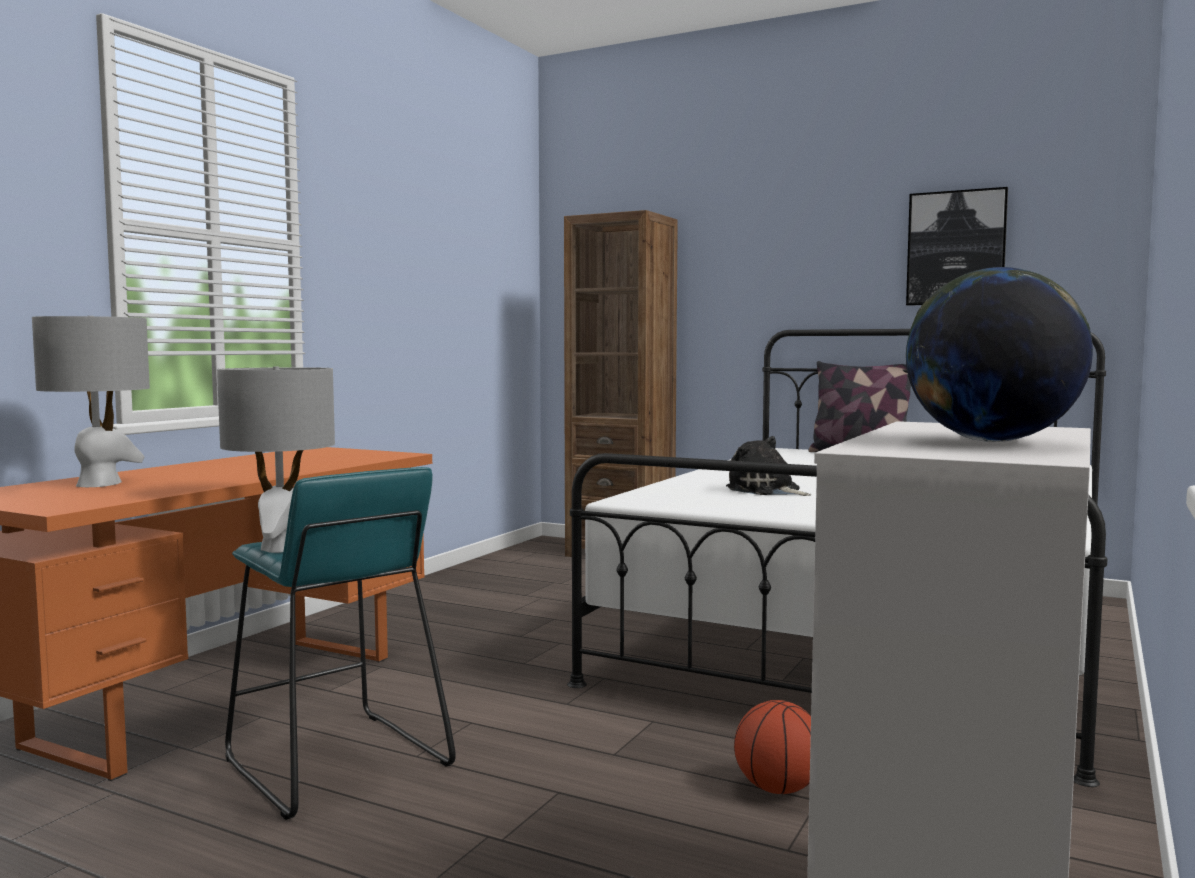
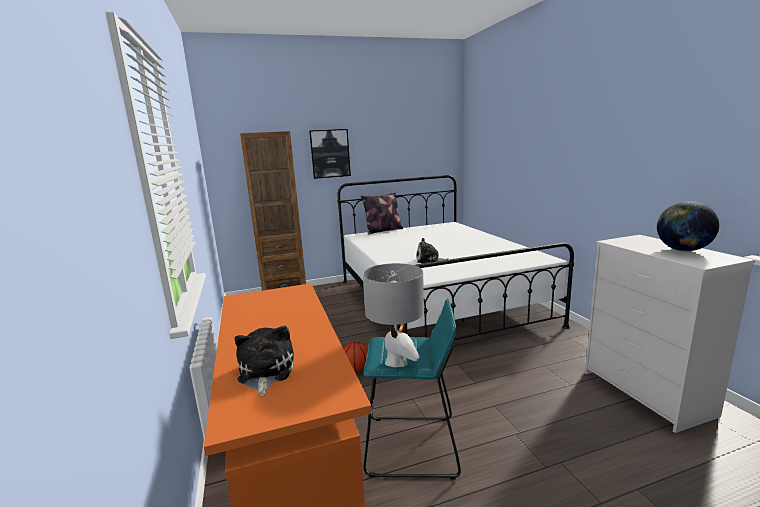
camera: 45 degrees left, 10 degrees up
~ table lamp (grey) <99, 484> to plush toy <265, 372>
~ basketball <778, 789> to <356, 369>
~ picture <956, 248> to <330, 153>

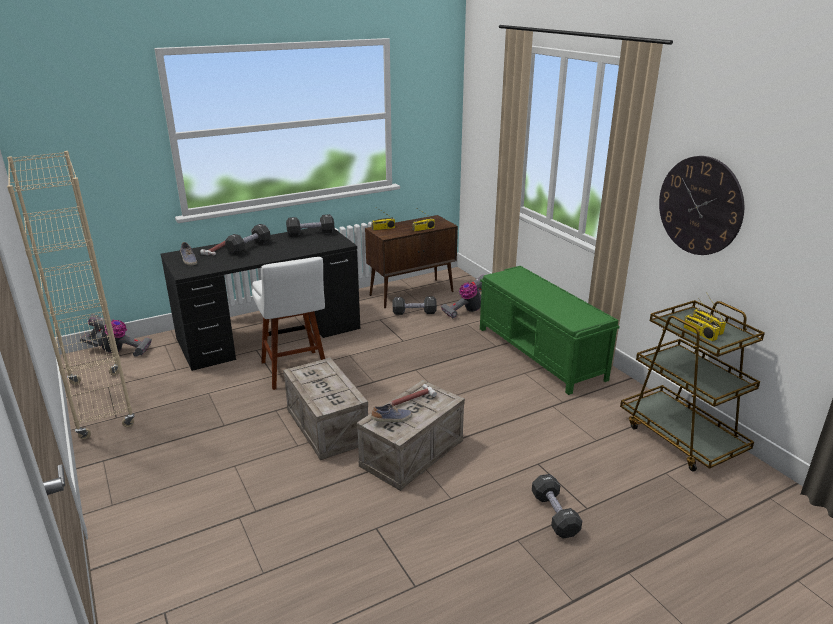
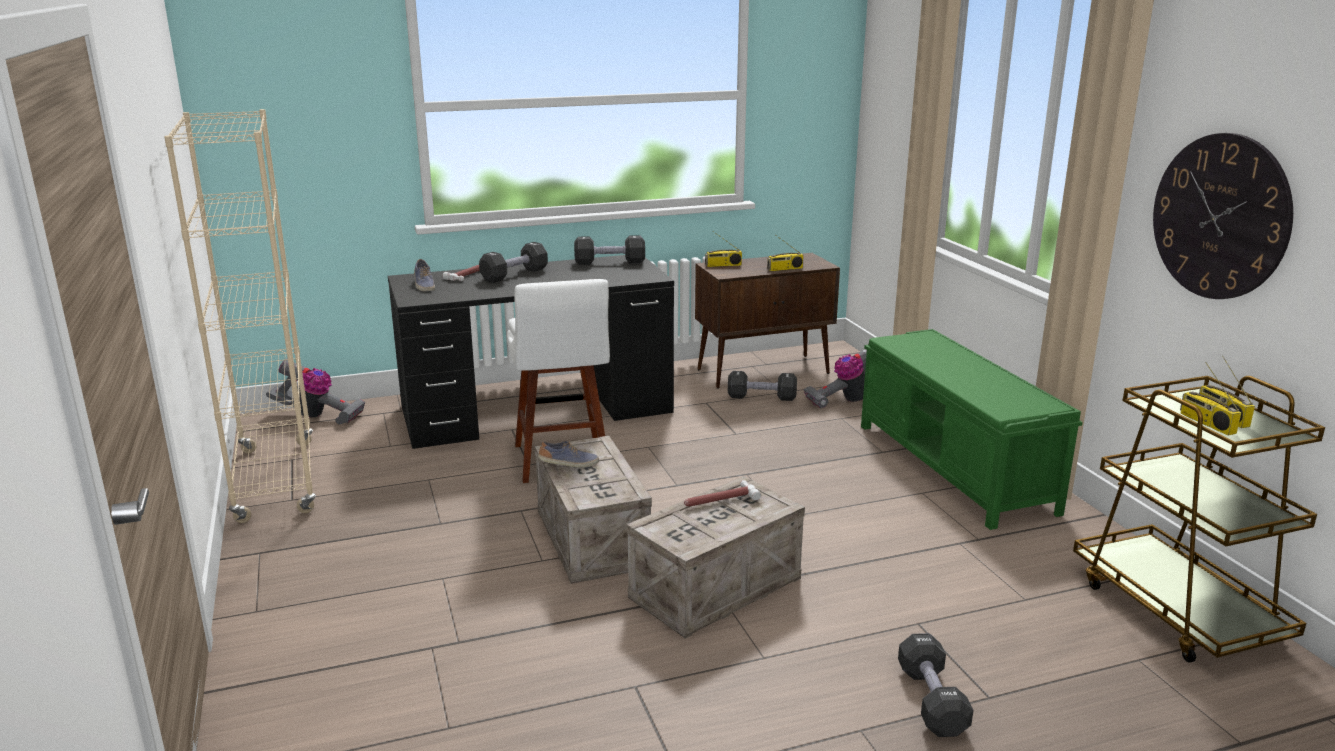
camera: 10 degrees right, 5 degrees down
~ shoe <392, 420> to <569, 465>

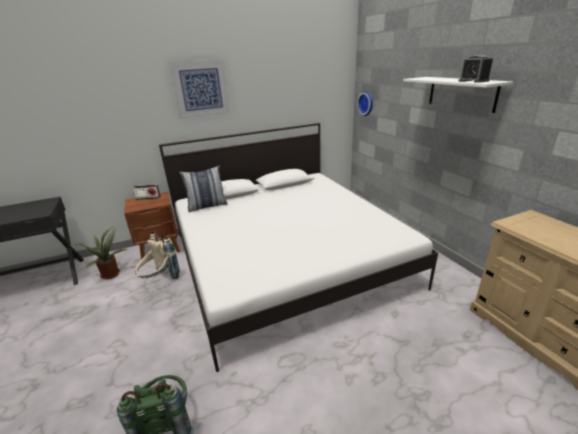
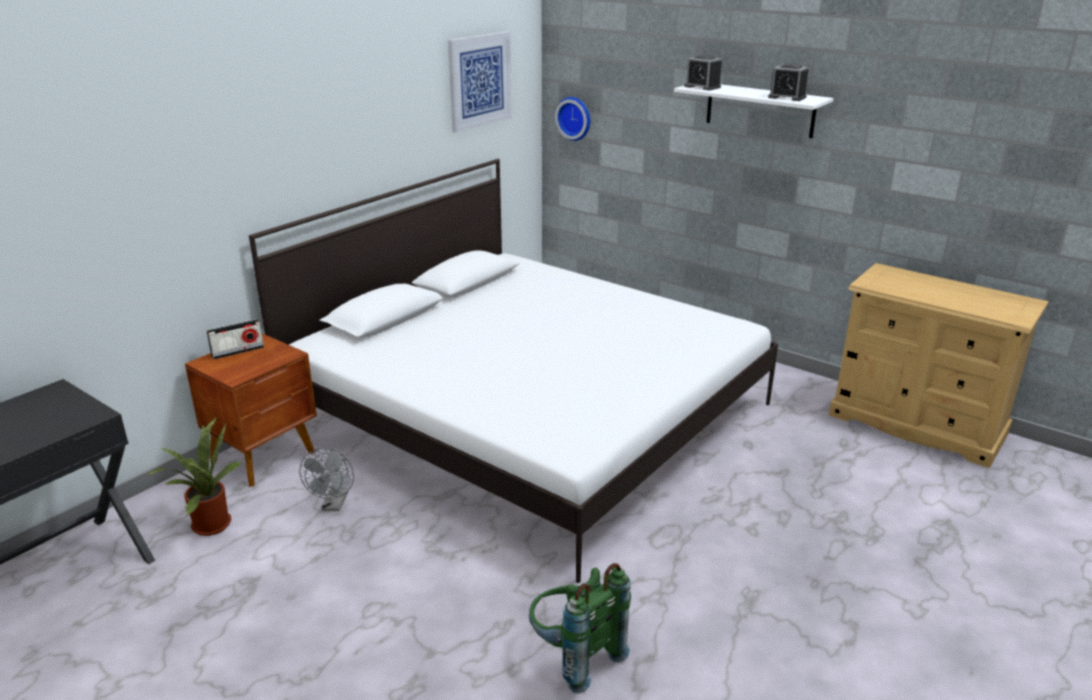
camera: 30 degrees left, 0 degrees up
~ backpack (beige) <160, 280> to fan (grey) <334, 505>
~ picture <201, 89> to <480, 81>
- pillow <207, 206>
+ alarm clock <702, 87>

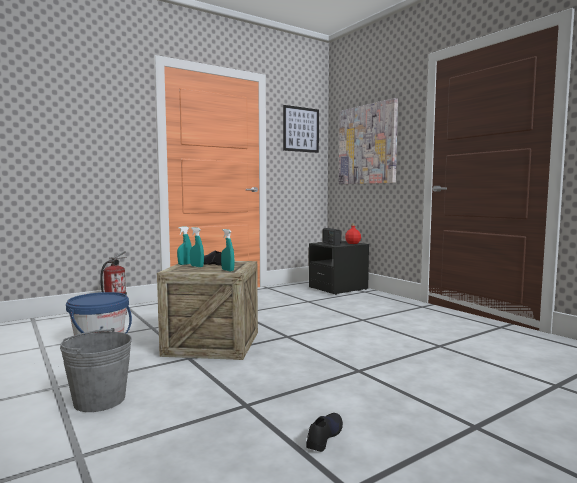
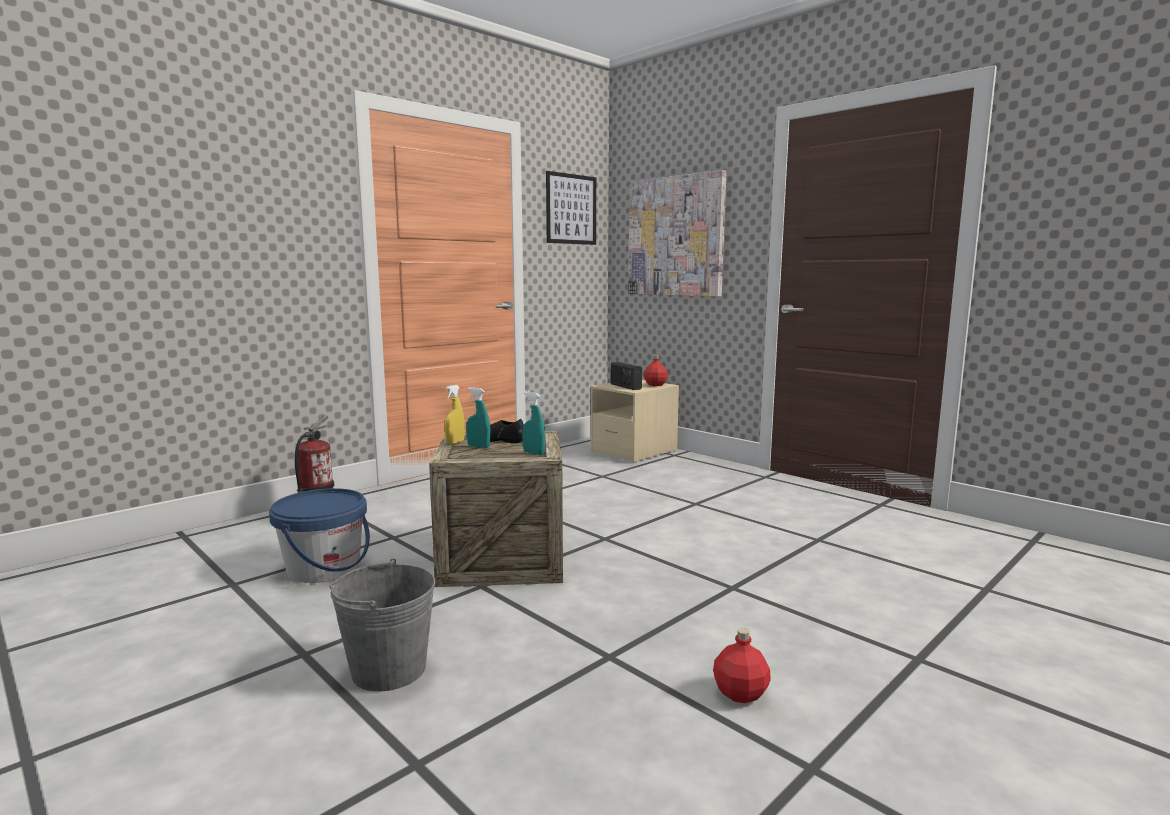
camera: 10 degrees left, 5 degrees up
~ spray bottle (turquoise) <185, 264> to spray bottle (yellow) <455, 442>
~ shoe (black) <324, 436> to bottle (red) <739, 693>
~ nightstand (black) <338, 288> to nightstand (beige) <634, 451>

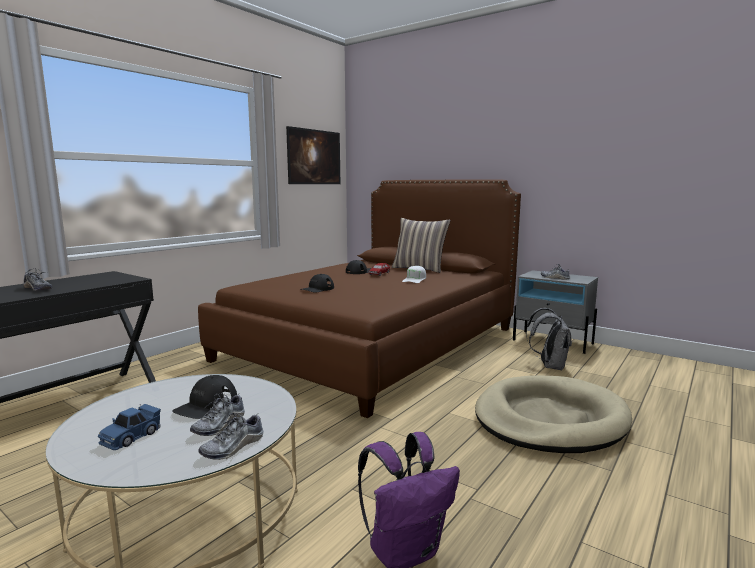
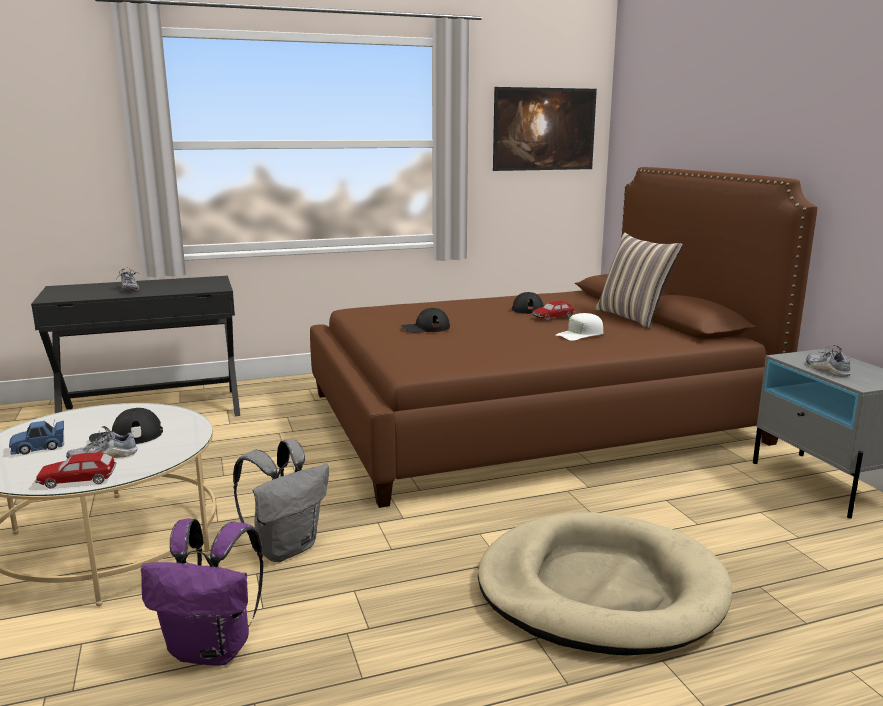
camera: 35 degrees right, 5 degrees up
~ shoe <233, 447> to toy car <77, 480>
~ backpack (grey) <549, 366> to <285, 548>

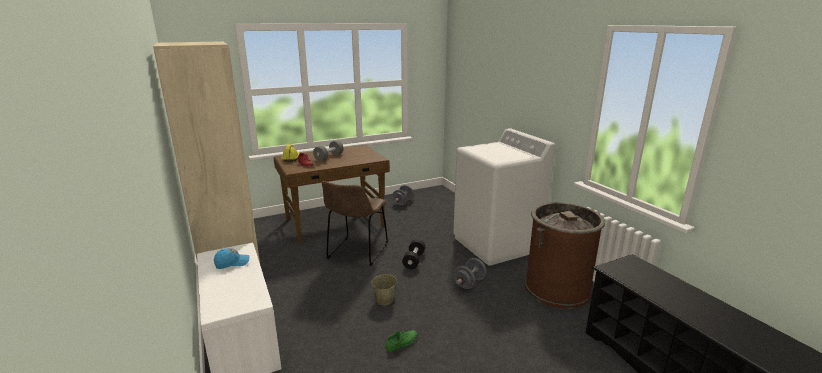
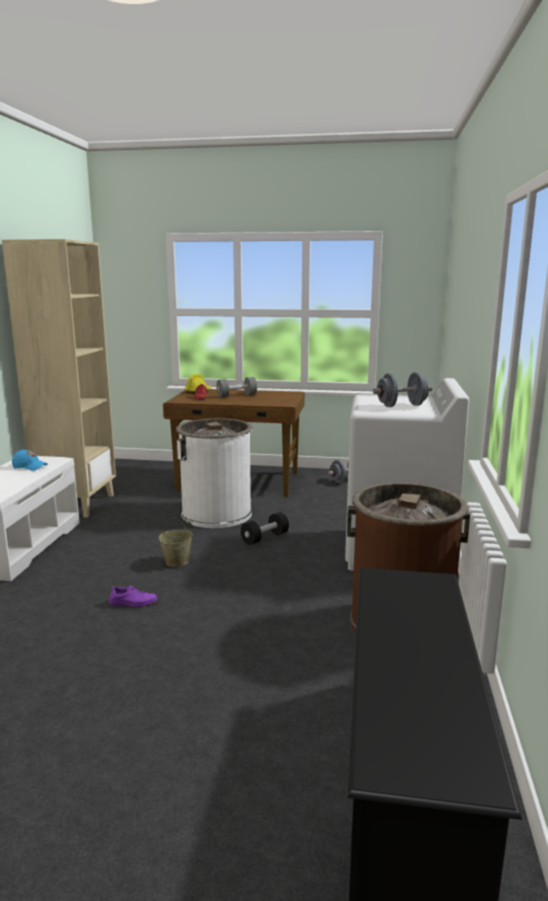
camera: 35 degrees right, 5 degrees down
~ chair (brown) <356, 253> to trash can (white) <216, 514>
~ shoe (green) <401, 343> to shoe (purple) <133, 602>
~ dumbbell (grey) <469, 283> to <401, 406>

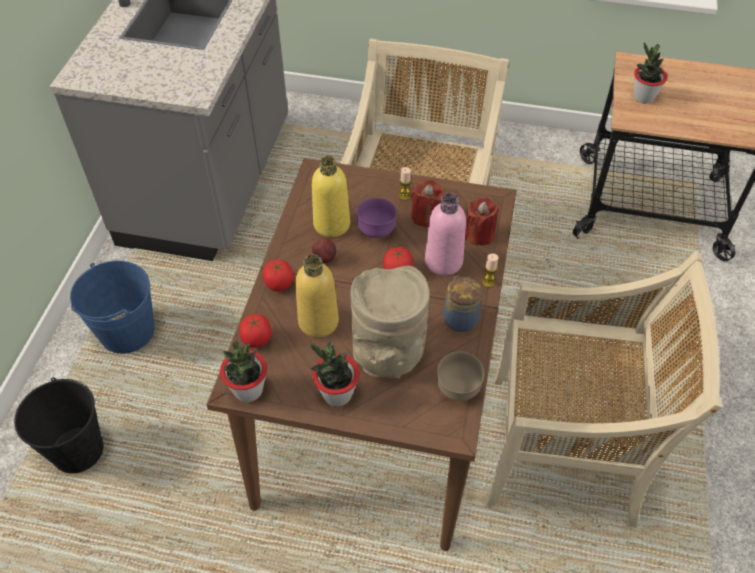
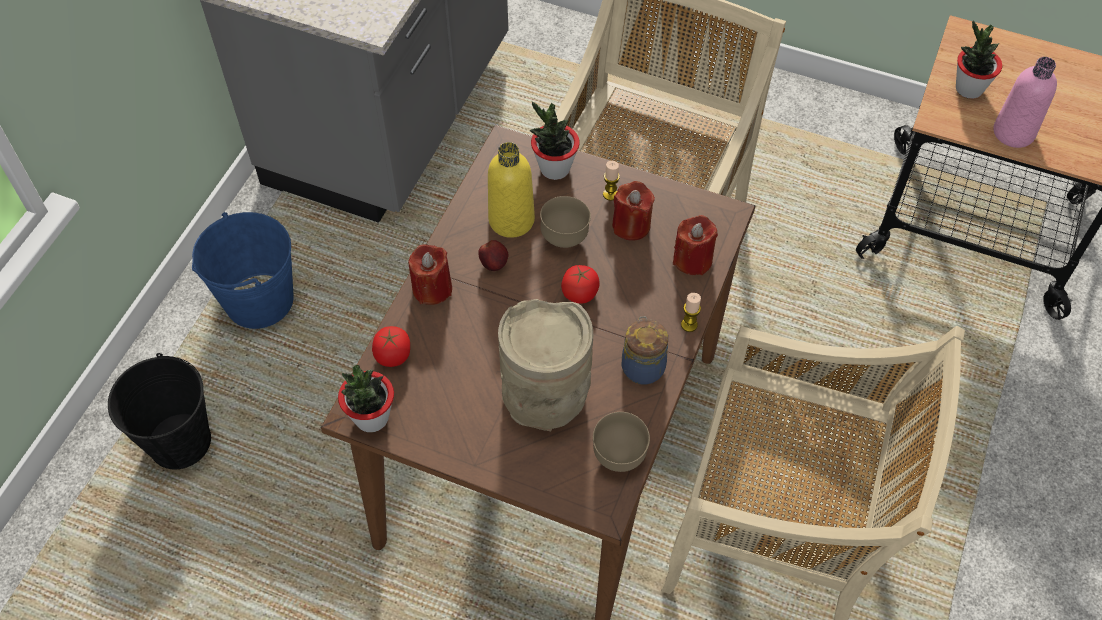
camera: 10 degrees right, 5 degrees up
~ tomato <279, 283> to candle (red) <432, 288>
- bottle (yellow) <318, 321>
~ potted plant <337, 394> to <554, 168>
~ bowl (purple) <376, 231> to bowl (brown) <565, 237>
~ bottle (pink) <443, 261> to <1013, 132>

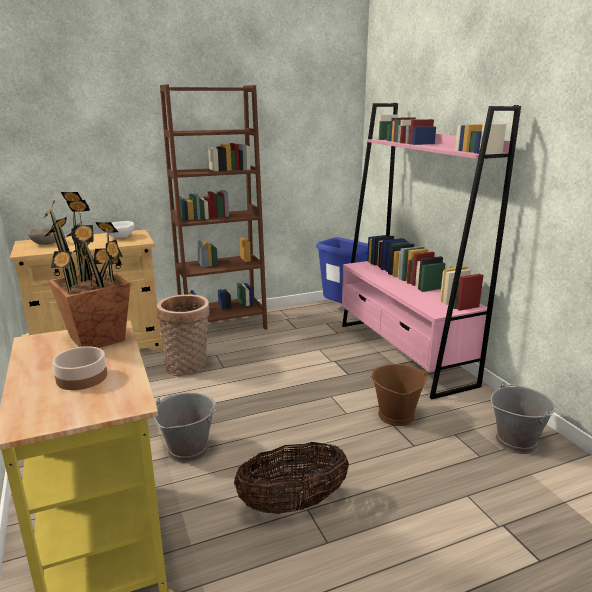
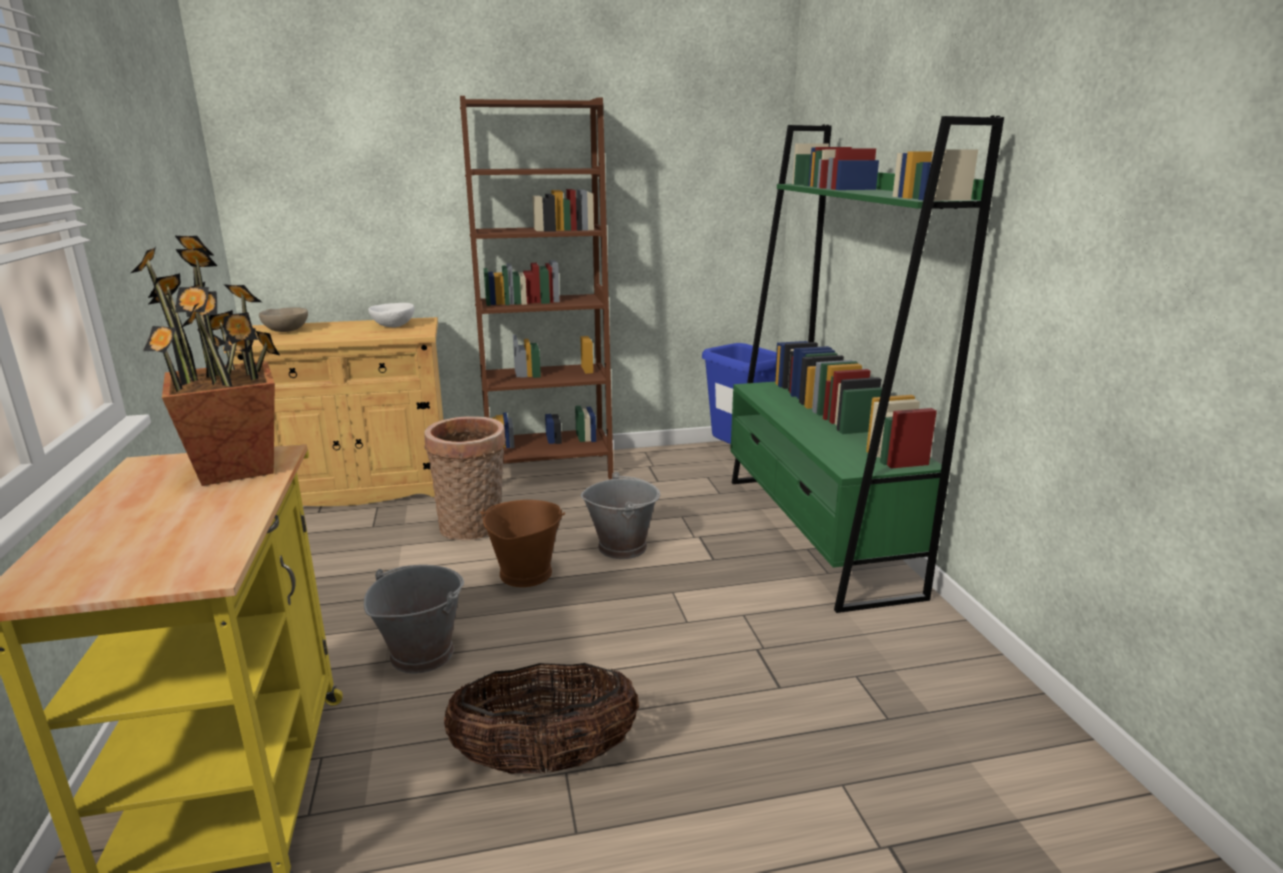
camera: 10 degrees right, 0 degrees up
- bowl <82, 377>
~ bookcase (pink) <403, 353> to bookcase (green) <816, 533>
~ bucket (brown) <395, 415> to <525, 573>
~ bucket (grey) <515, 441> to <622, 546>

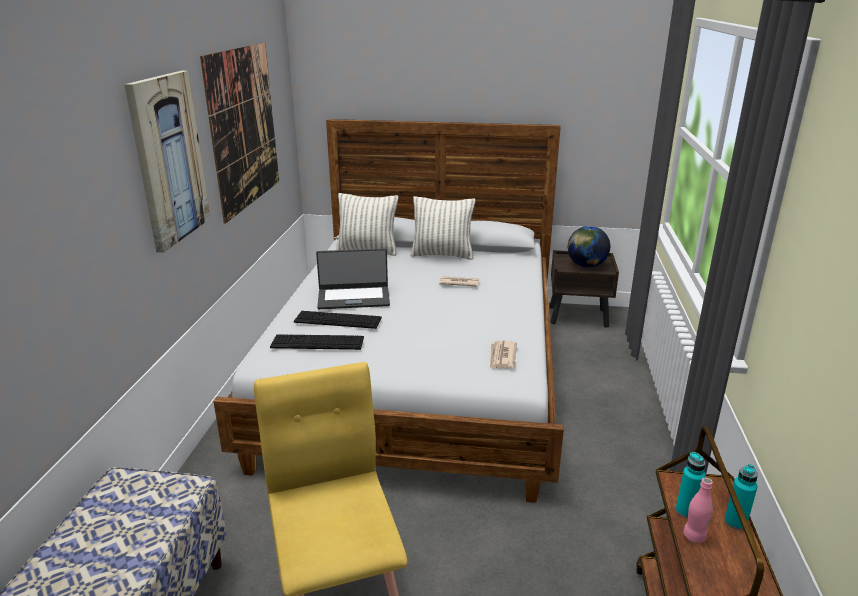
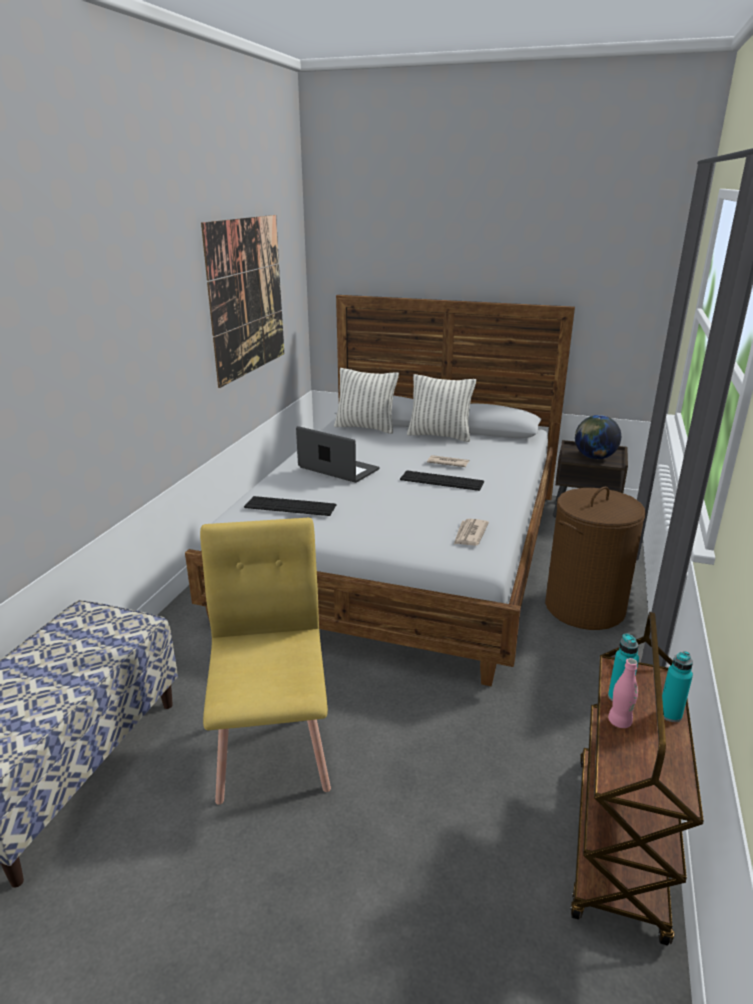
camera: 10 degrees right, 0 degrees up
- picture <169, 159>
~ keyboard <338, 320> to <441, 481>
~ laptop <353, 298> = <338, 469> 150 degrees counterclockwise
+ laundry basket (brown) <584, 607>

